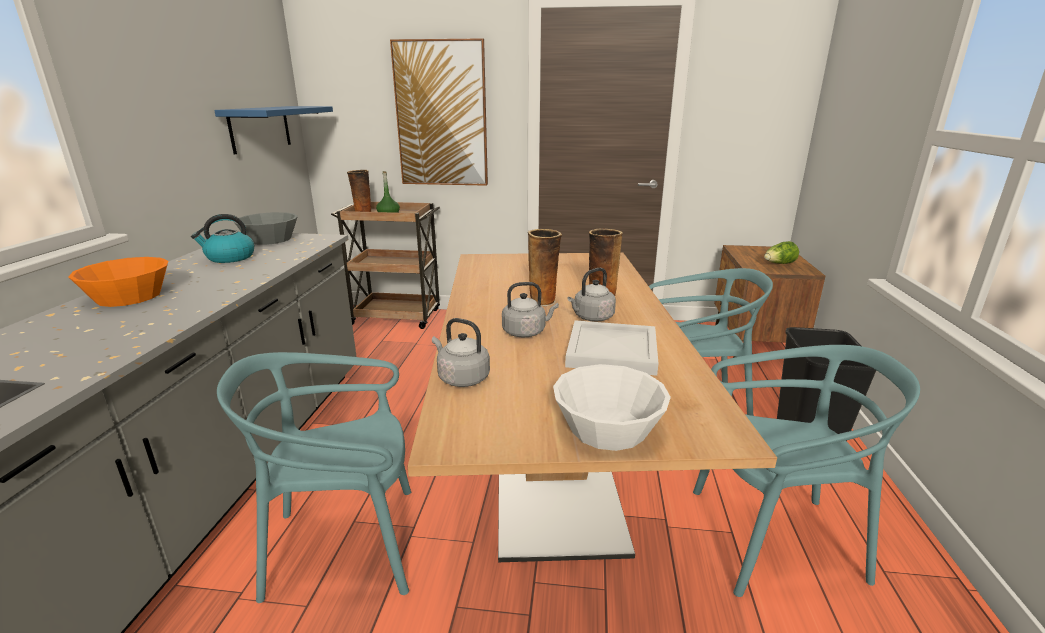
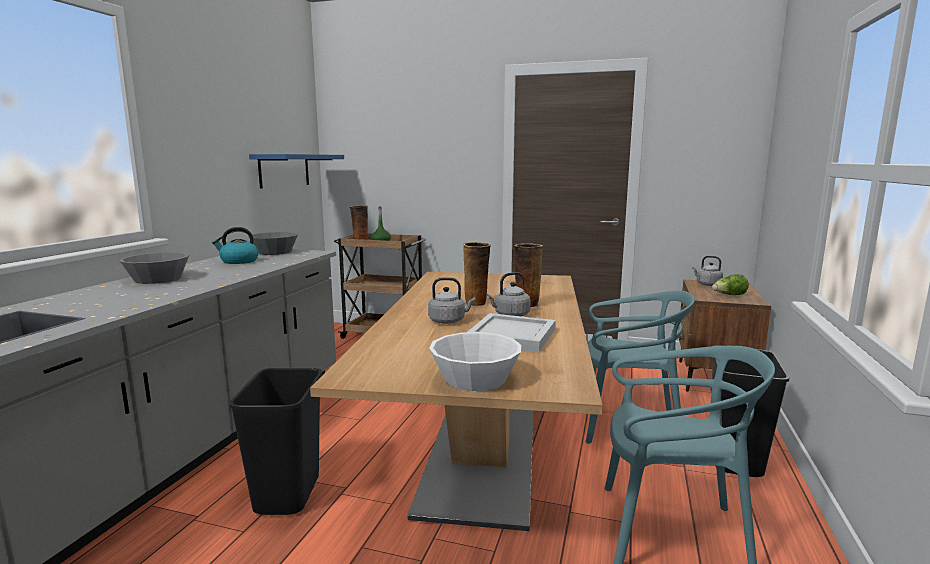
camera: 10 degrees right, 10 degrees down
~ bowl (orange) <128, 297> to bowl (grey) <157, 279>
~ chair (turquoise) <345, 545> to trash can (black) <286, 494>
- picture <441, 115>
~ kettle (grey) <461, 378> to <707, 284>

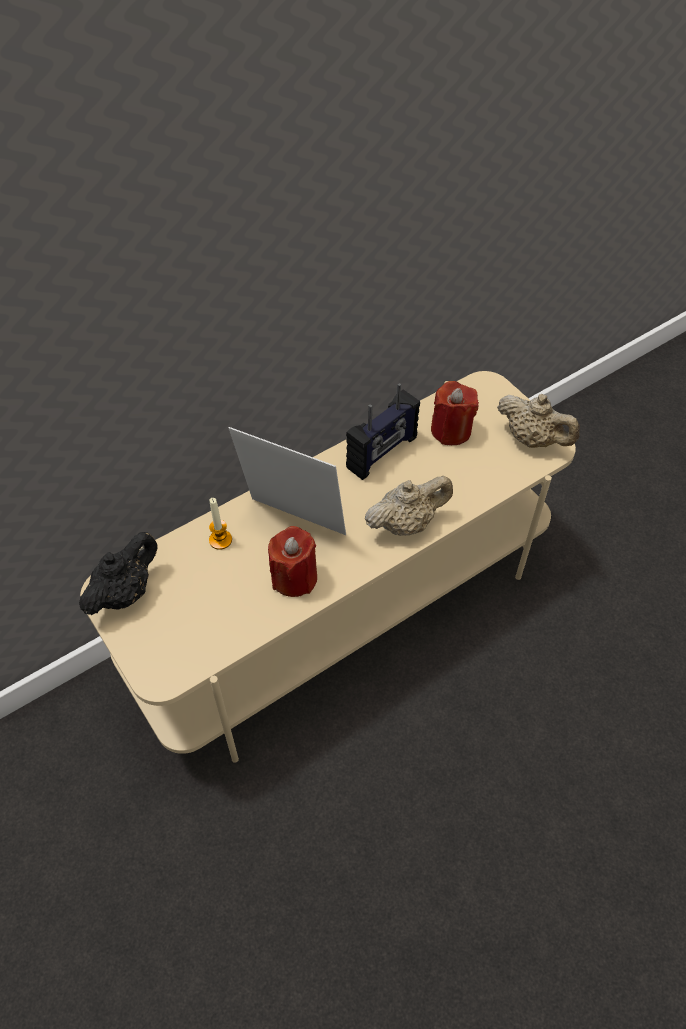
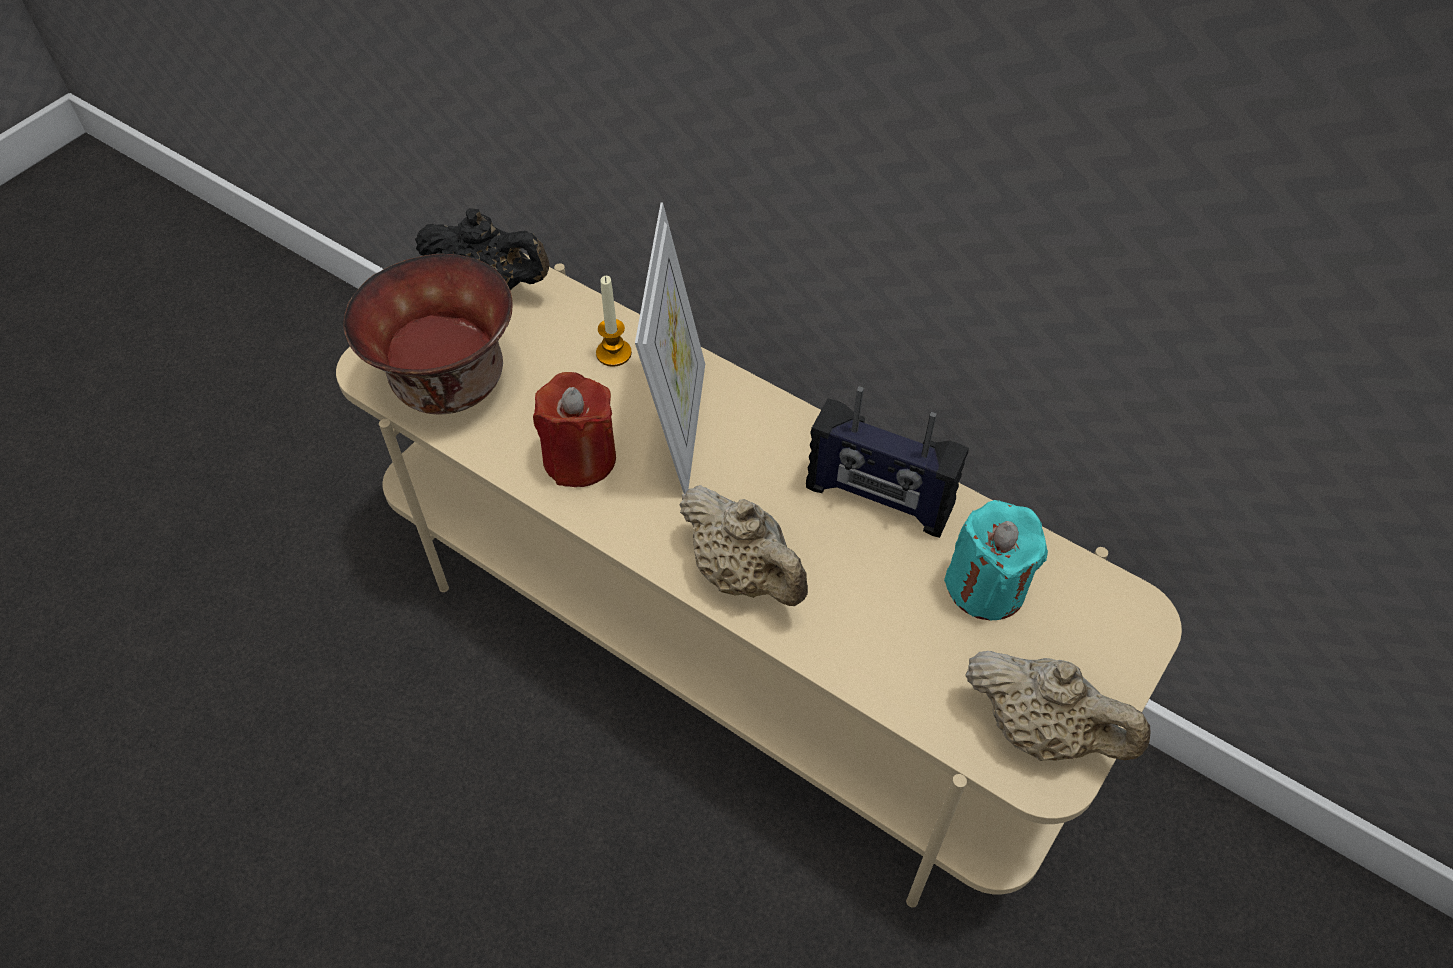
camera: 70 degrees right, 0 degrees up
~ candle (red) <451, 430> to candle (turquoise) <986, 586>
~ teapot (beige) <533, 439> = <1042, 730> 75 degrees counterclockwise
+ bowl <449, 385>

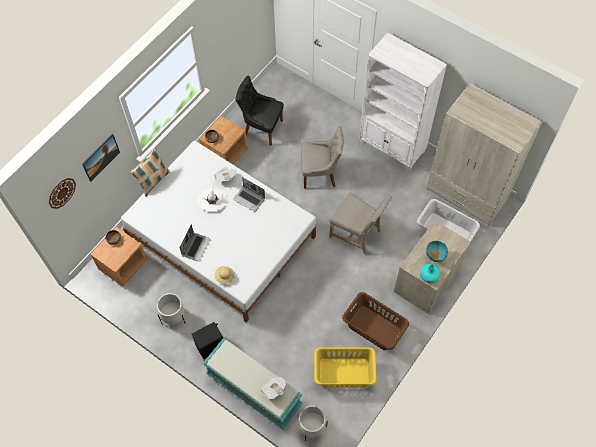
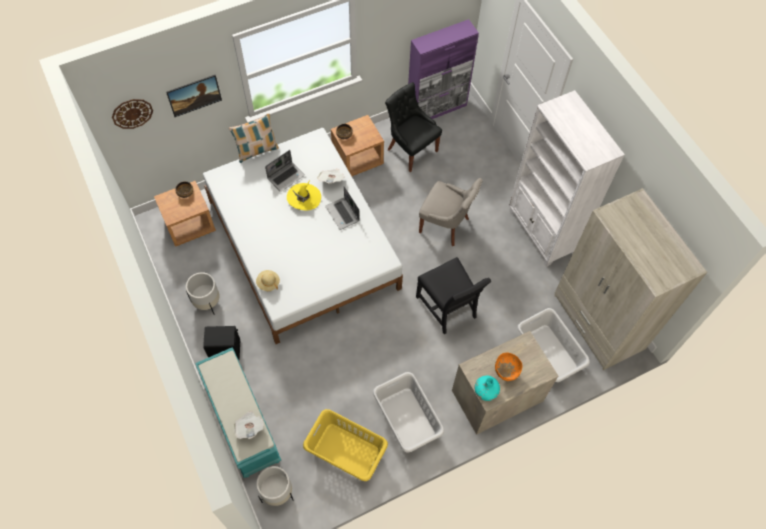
camera: 25 degrees right, 0 degrees up
~ laptop <196, 247> to <286, 176>
~ hat (white) <212, 200> to hat (yellow) <304, 198>
~ chair (beige) <357, 234> to chair (black) <448, 307>
~ laundry basket (brown) <374, 328> to laundry basket (grey) <406, 419>
~ bowl (turquoise) <435, 257> to bowl (orange) <505, 372>
+ cabinet (purple) <437, 109>

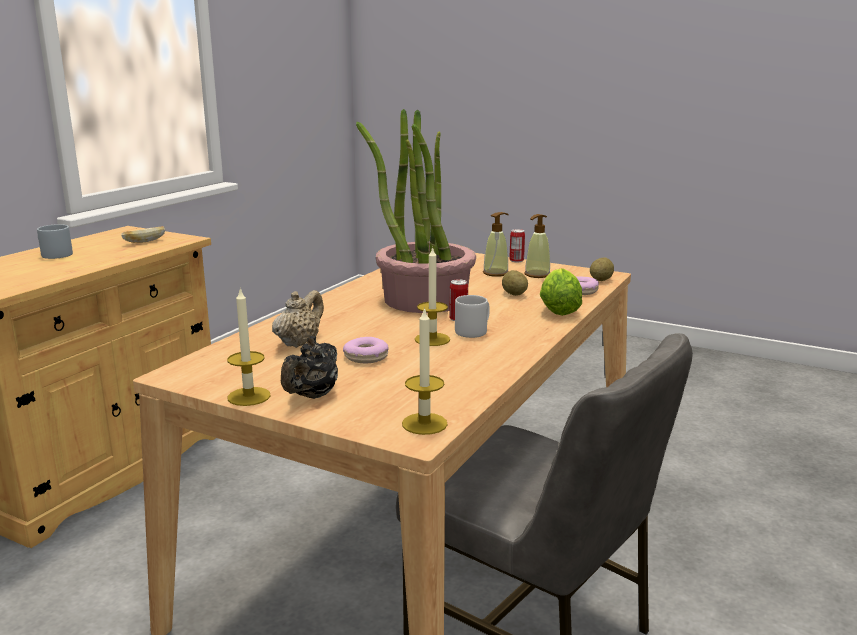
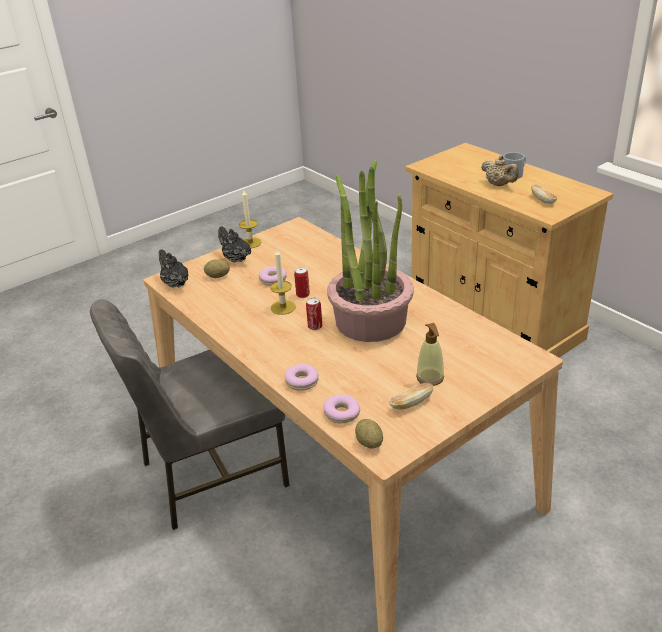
camera: 115 degrees right, 15 degrees up
~ teapot (beige) <299, 343> to <499, 185>
~ candle <424, 424> to teapot (black) <175, 283>
- mug (grey) <473, 331>
~ potato <514, 294> to <218, 276>
~ can <516, 260> to <303, 295>
~ soap dispenser <537, 275> to bread <411, 403>
~ lettuce <558, 309> to donut <302, 381>

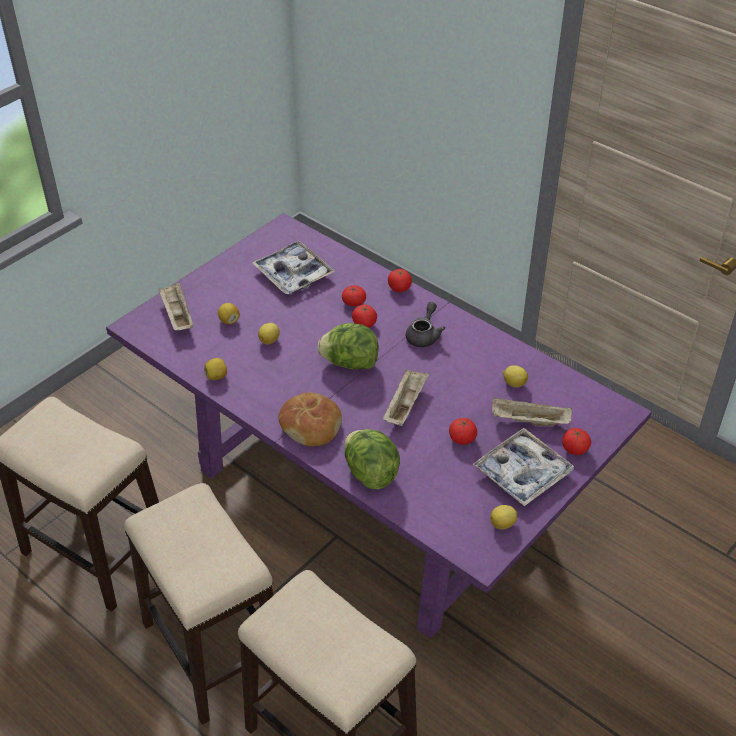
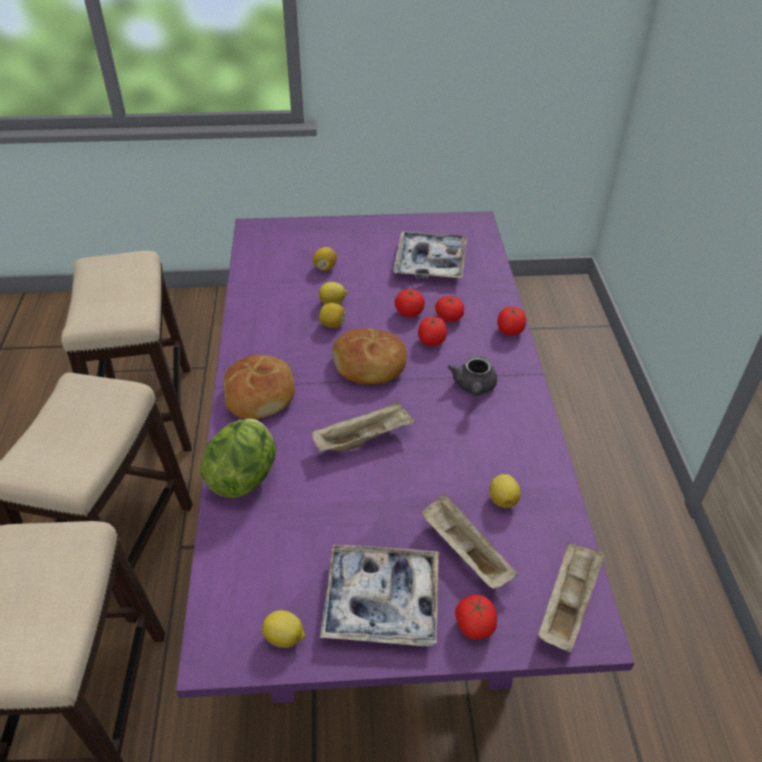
camera: 45 degrees right, 0 degrees up
~ tray (beige) <177, 316> to <567, 603>
~ lemon <217, 376> to <332, 324>
~ lettuce <349, 363> to bread <369, 365>
~ teapot (grey) <424, 335> = <474, 387> 120 degrees clockwise
~ tomato <462, 439> to <409, 312>

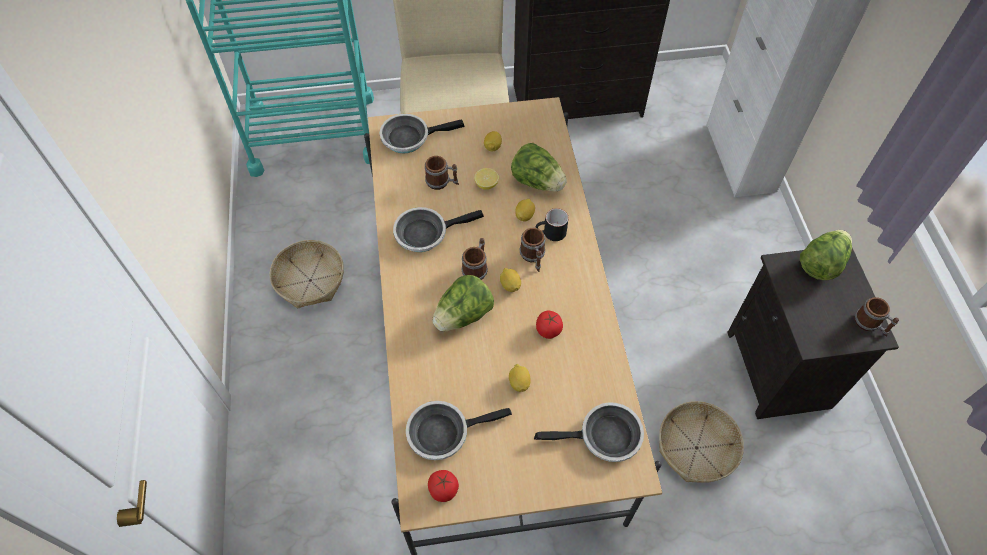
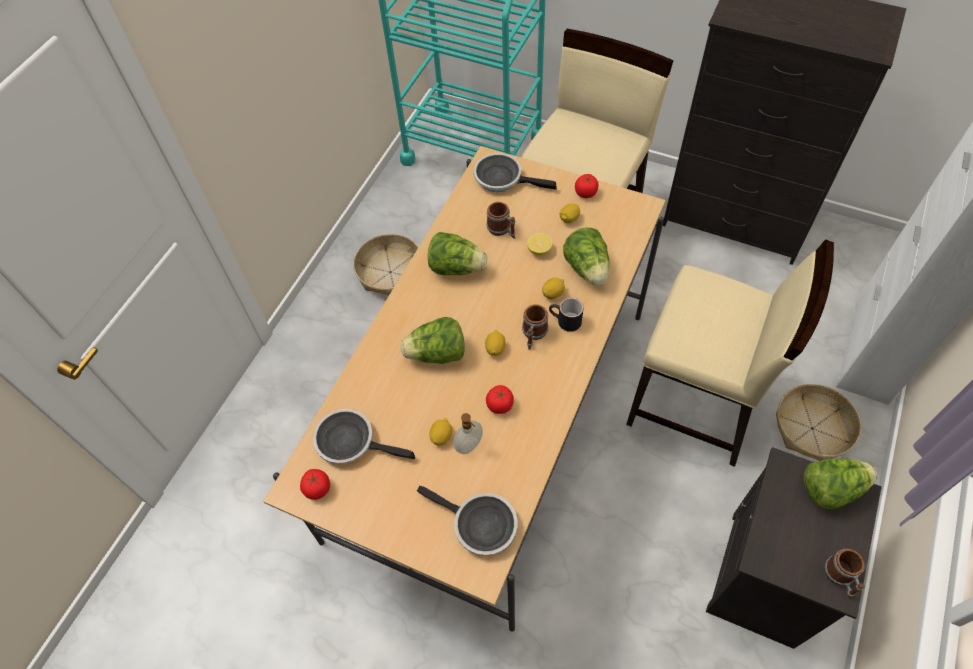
camera: 35 degrees right, 0 degrees up
~ frying pan <425, 233> to lettuce <456, 267>
- mug <476, 268>
~ basket <696, 448> to <812, 429>
+ soap dispenser <470, 446>
+ tomato <586, 193>
+ chair (beige) <696, 404>

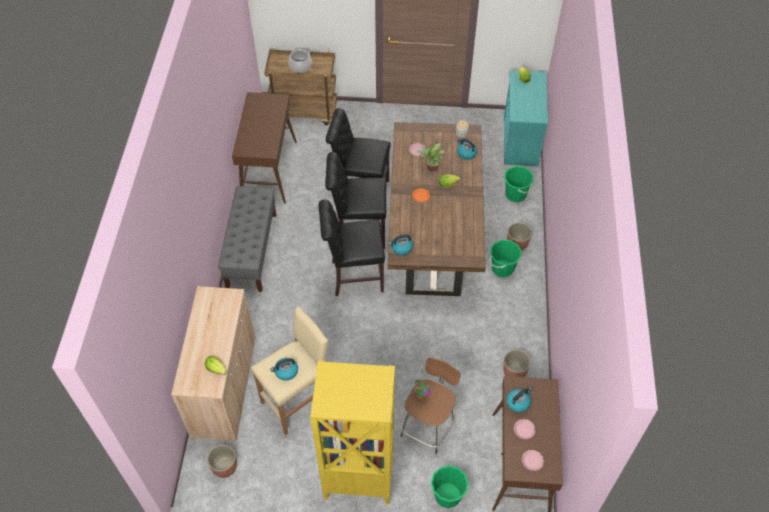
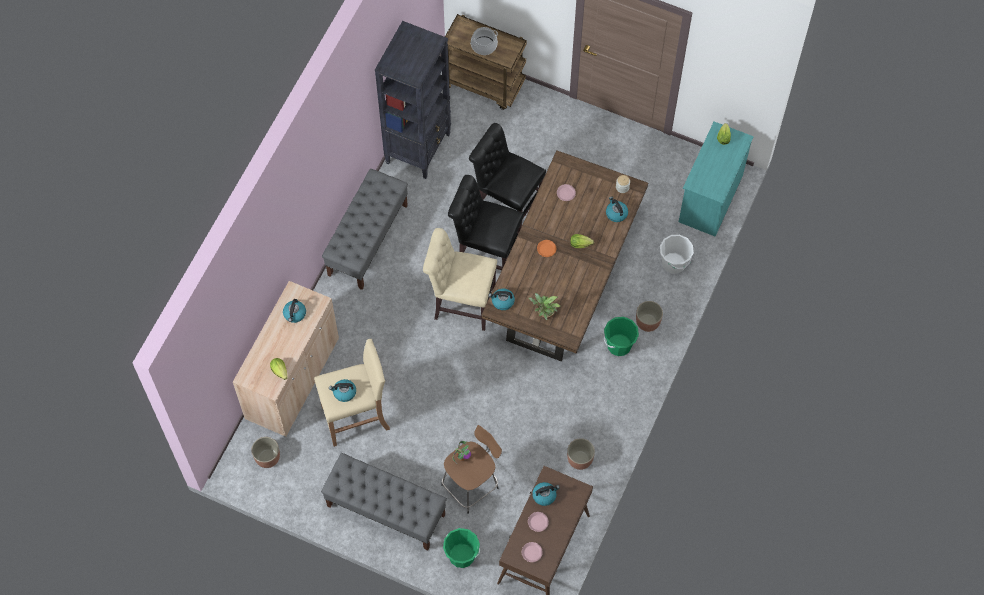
camera: 20 degrees right, 10 degrees up
~ console table (brown) <269, 170> to bookcase (black) <418, 148>
~ bookcase (yellow) <358, 478> to bench (grey) <385, 510>
~ chair (black) <354, 276> to chair (beige) <461, 303>
~ potted plant <431, 168> to <544, 315>
~ bucket (green) <515, 194> to bucket (white) <674, 263>
+ kettle <295, 314>

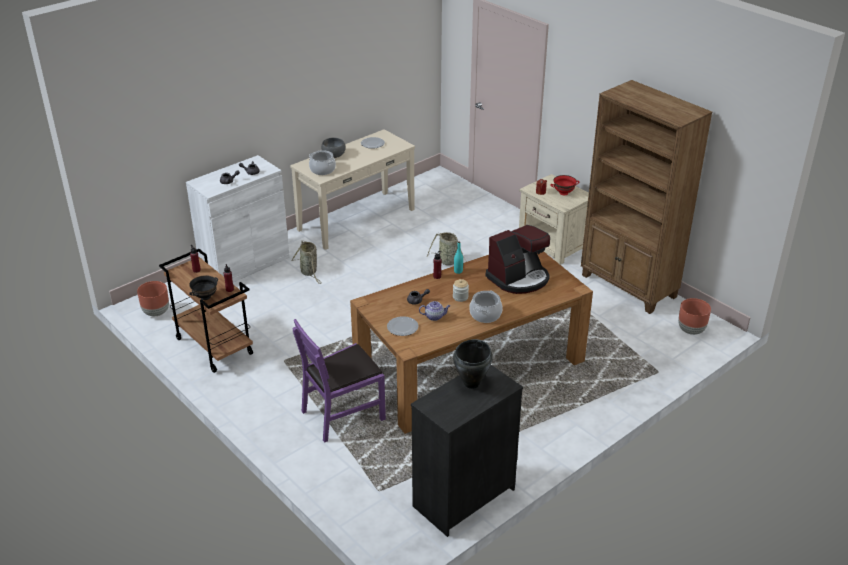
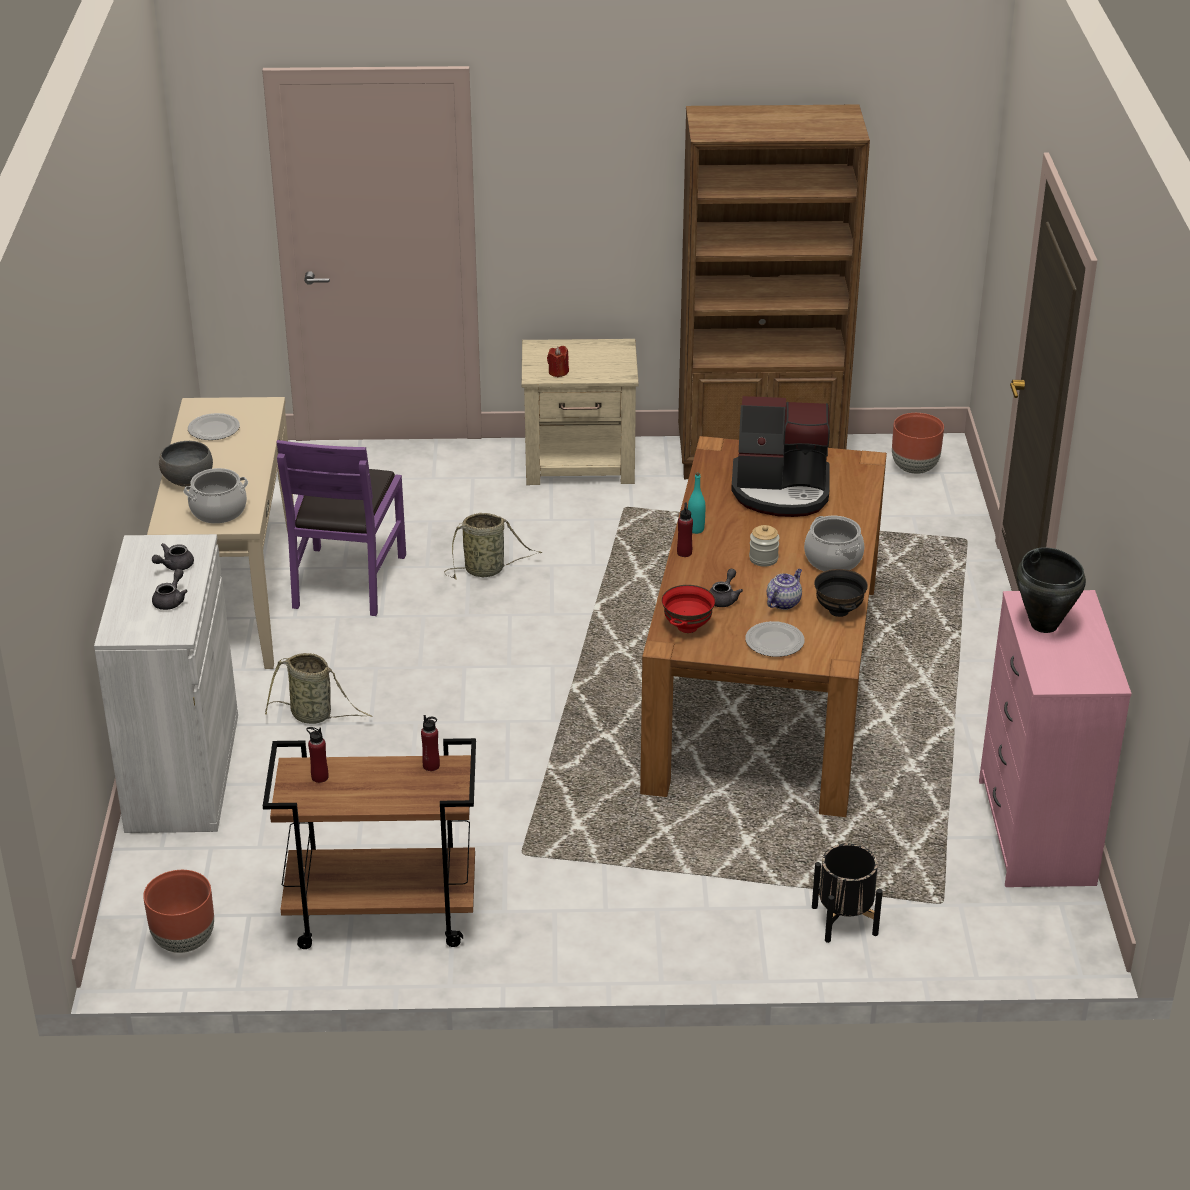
camera: 50 degrees left, 0 degrees up
~ bowl (black) <205, 297> to <839, 611>
~ chair (purple) <343, 414> to <347, 580>
~ dresser (black) <463, 497> to dresser (pink) <1034, 832>
~ coffee machine <519, 278> = <781, 491> 90 degrees clockwise
~ bowl (red) <563, 193> to <687, 627>
+ planter (black) <845, 920>

